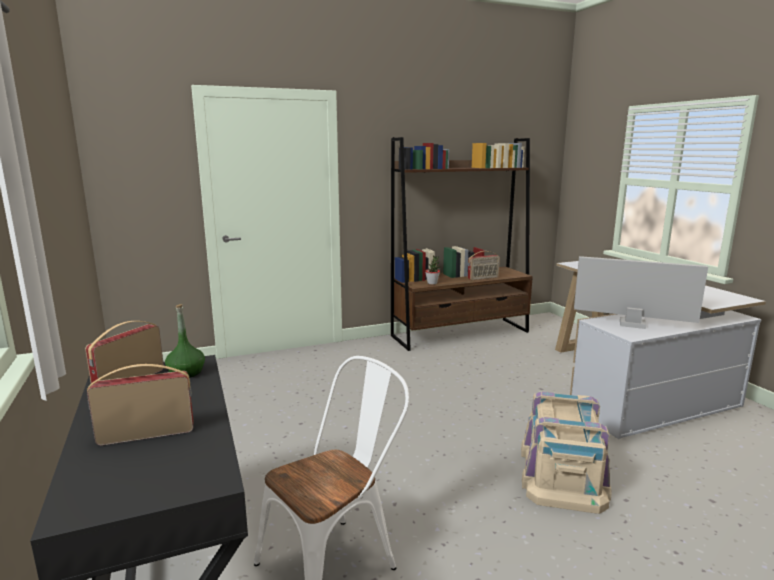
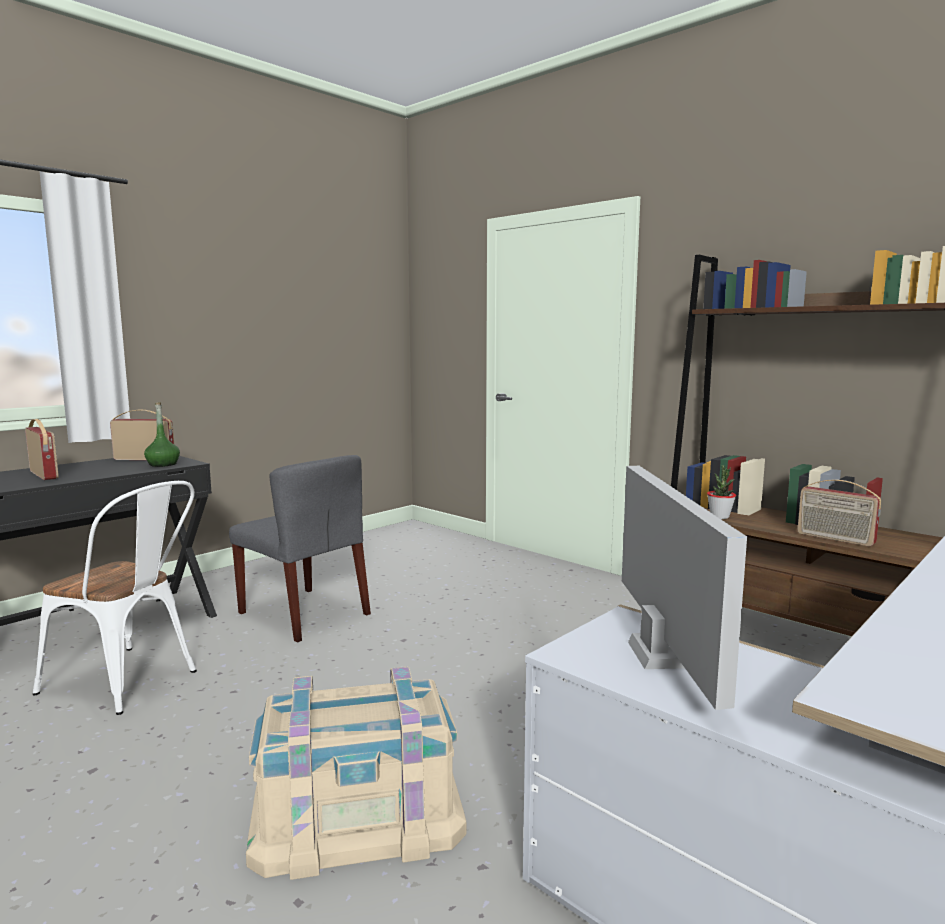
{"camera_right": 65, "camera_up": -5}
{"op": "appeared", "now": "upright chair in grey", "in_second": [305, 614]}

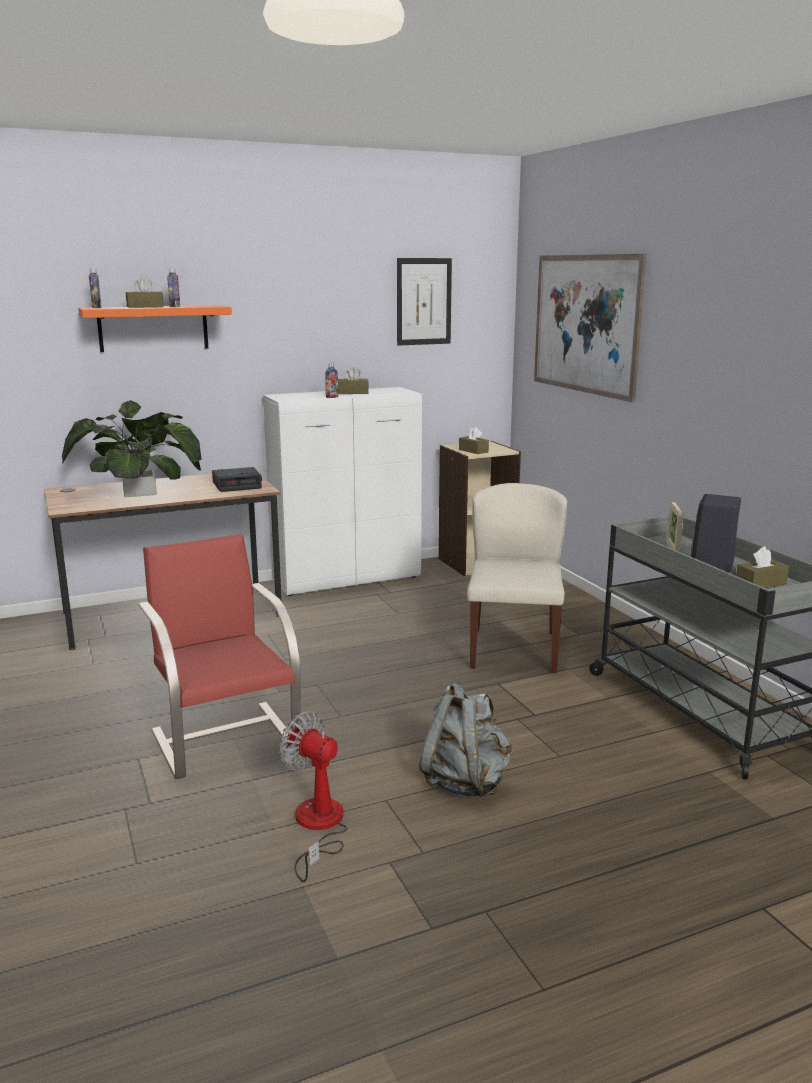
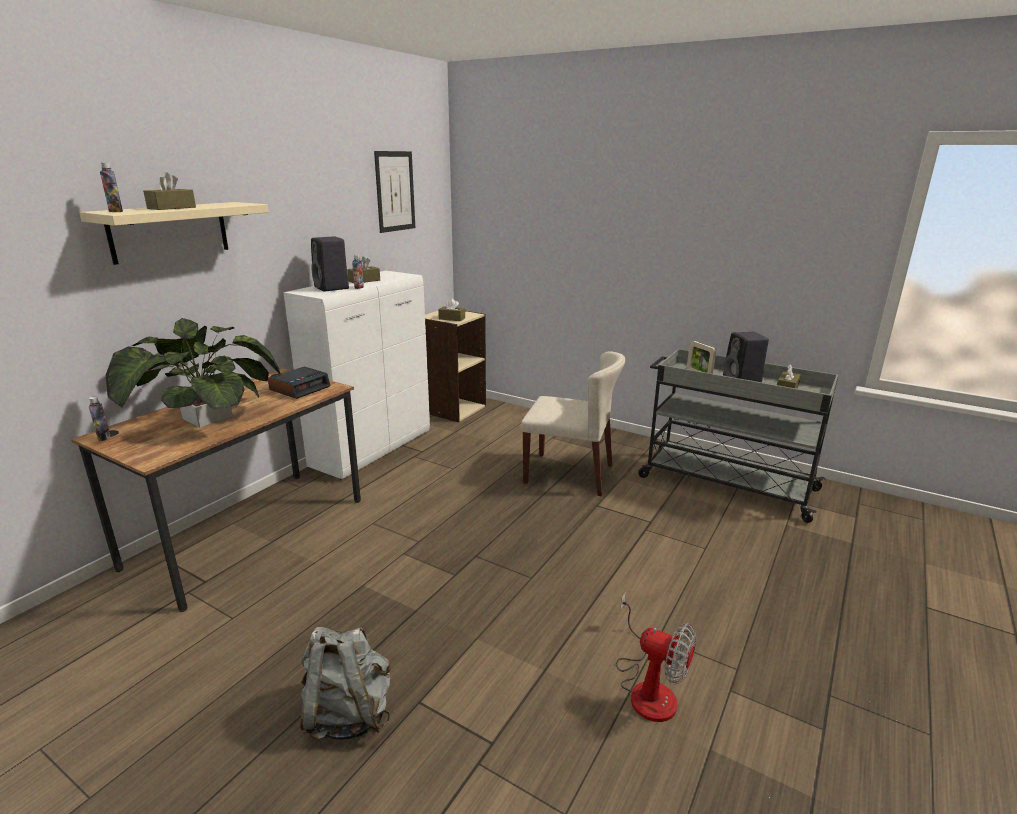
{"camera_right": -35, "camera_up": 5}
{"op": "missing", "was": "wall picture", "in_first": [585, 324]}
{"op": "relocated", "was": "drink bottle", "in_first": [175, 307], "in_second": [104, 438]}
{"op": "colour", "was": "bracket shelf in orangey", "now": "bracket shelf in beige", "in_first": [153, 328], "in_second": [170, 231]}
{"op": "spun", "was": "upright chair in beige", "in_first": [513, 649], "in_second": [570, 474], "clockwise": 135}
{"op": "missing", "was": "upright chair in red", "in_first": [225, 738]}
{"op": "relocated", "was": "backpack in grey", "in_first": [465, 782], "in_second": [348, 714]}
{"op": "spun", "was": "fan", "in_first": [318, 827], "in_second": [647, 688], "clockwise": -150}
{"op": "appeared", "now": "loudspeaker in black-coloured", "in_second": [332, 288]}

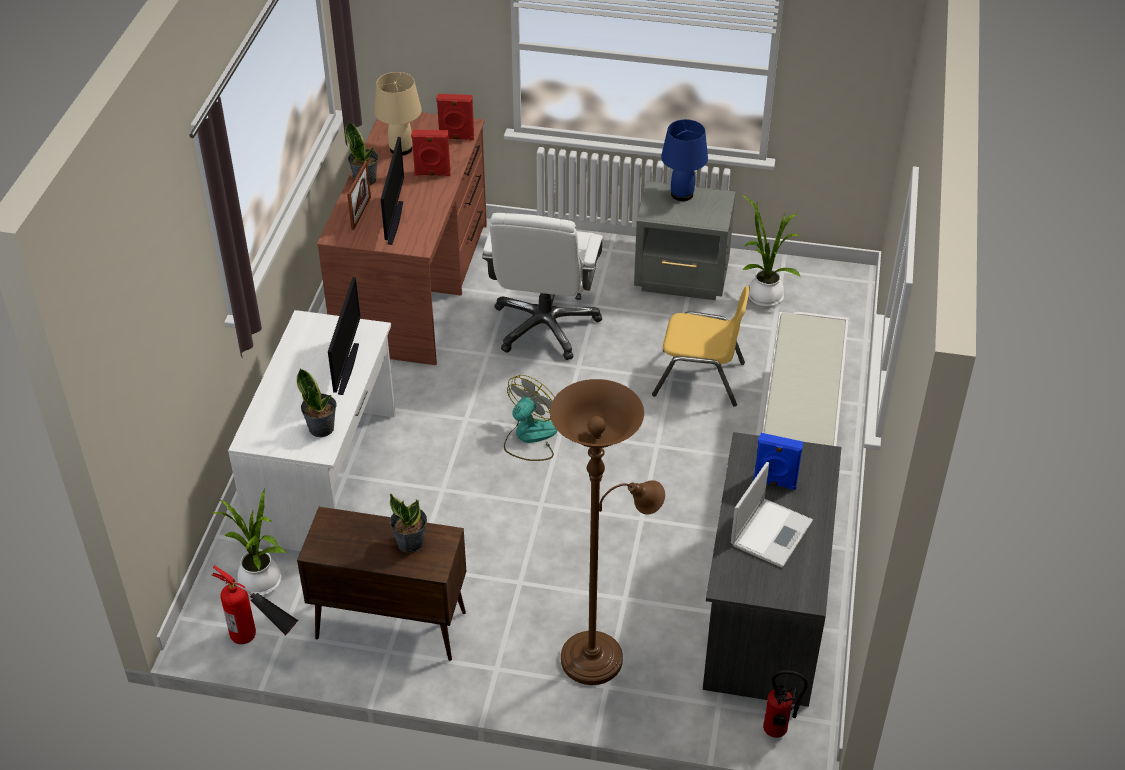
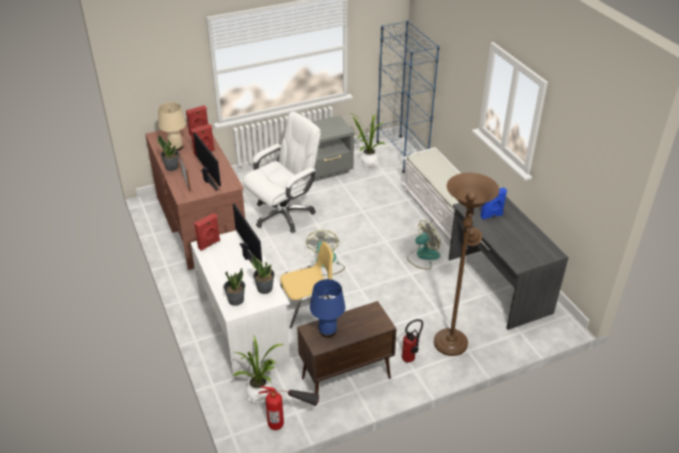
{"camera_right": -35, "camera_up": -5}
{"op": "relocated", "was": "lamp for a table in blue-coloured", "in_first": [682, 194], "in_second": [328, 331]}
{"op": "spun", "was": "office chair in whitish", "in_first": [545, 326], "in_second": [284, 214], "clockwise": -105}
{"op": "relocated", "was": "upright chair in yellow", "in_first": [699, 379], "in_second": [307, 307]}
{"op": "missing", "was": "portable computer", "in_first": [772, 531]}
{"op": "relocated", "was": "plant in a pot", "in_first": [410, 542], "in_second": [235, 300]}
{"op": "relocated", "was": "fire-fighting cylinder", "in_first": [778, 732], "in_second": [410, 359]}
{"op": "appeared", "now": "bookcase in blue-coloured", "in_second": [402, 154]}
{"op": "appeared", "now": "loudspeaker in red", "in_second": [209, 244]}
{"op": "appeared", "now": "fan", "in_second": [423, 256]}

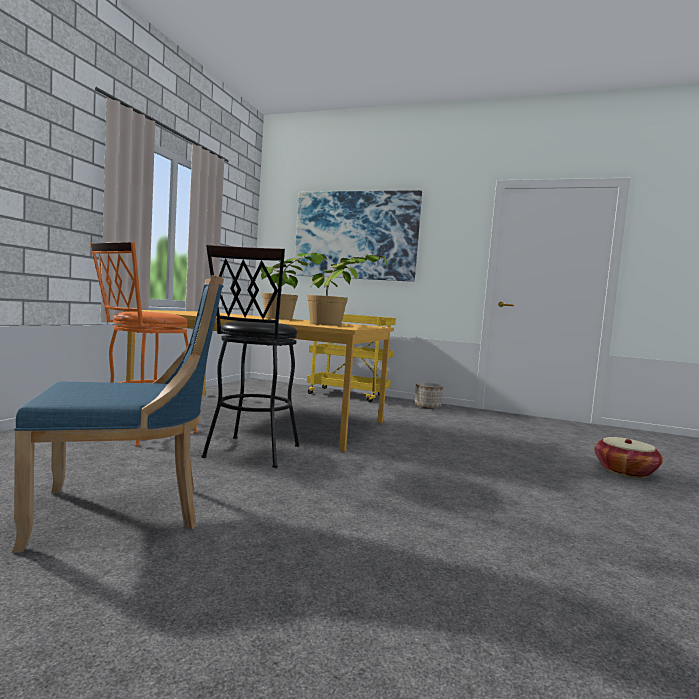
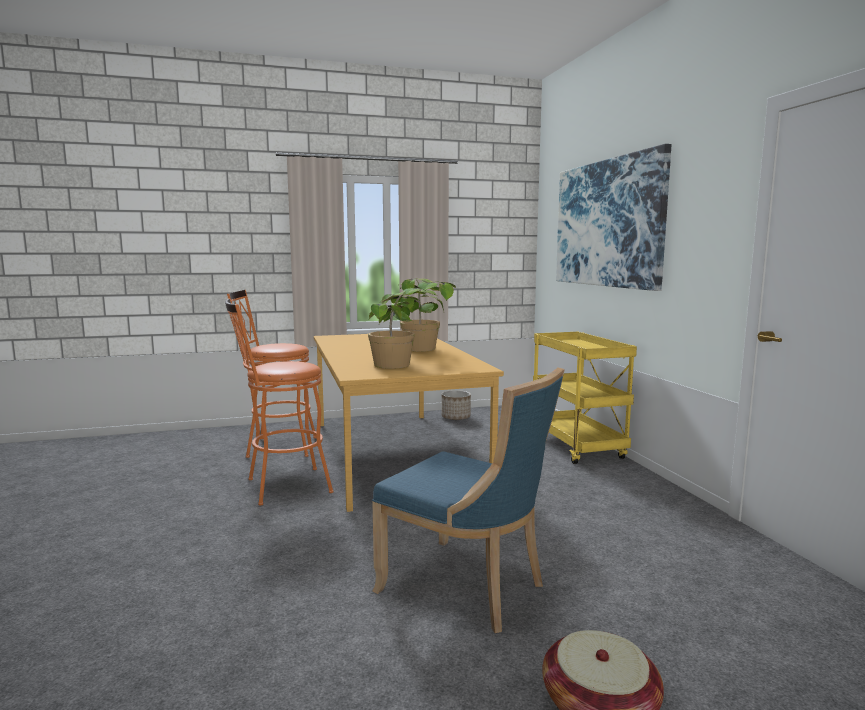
{"camera_right": 55, "camera_up": 5}
{"op": "colour", "was": "stool seat in black-coloured", "now": "stool seat in orangey", "in_first": [249, 453], "in_second": [281, 487]}
{"op": "relocated", "was": "upright chair in blue-coloured", "in_first": [126, 512], "in_second": [468, 587]}
{"op": "relocated", "was": "planter", "in_first": [427, 407], "in_second": [456, 417]}

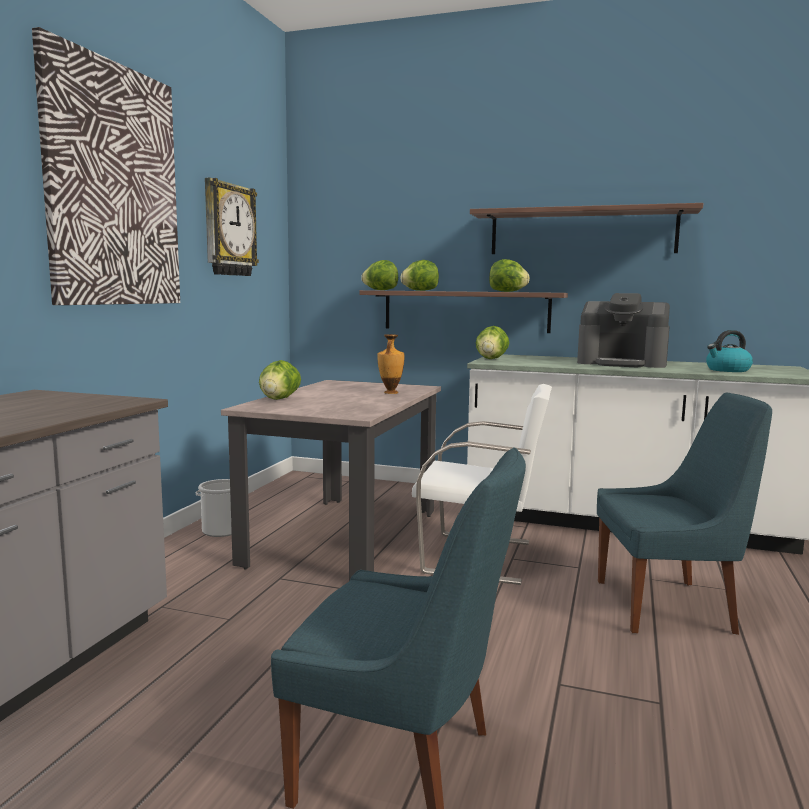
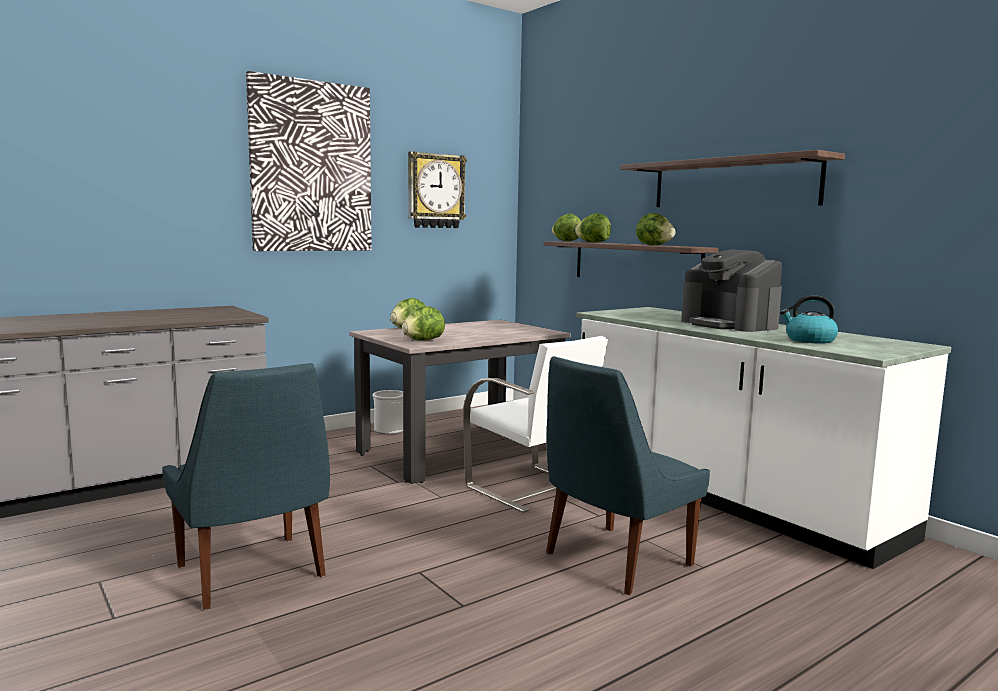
{"camera_right": 35, "camera_up": 0}
{"op": "relocated", "was": "lettuce", "in_first": [491, 359], "in_second": [423, 340]}
{"op": "missing", "was": "decorative vase", "in_first": [390, 393]}
{"op": "spun", "was": "upright chair in blue-coloured", "in_first": [669, 606], "in_second": [614, 561], "clockwise": 105}

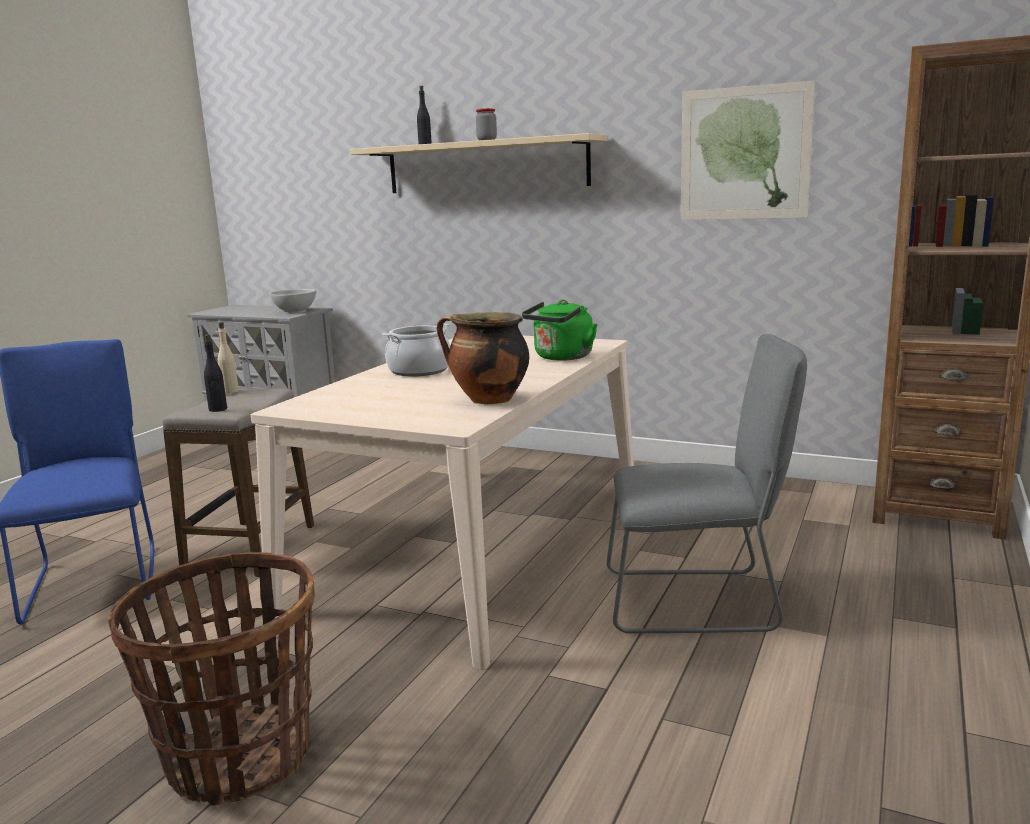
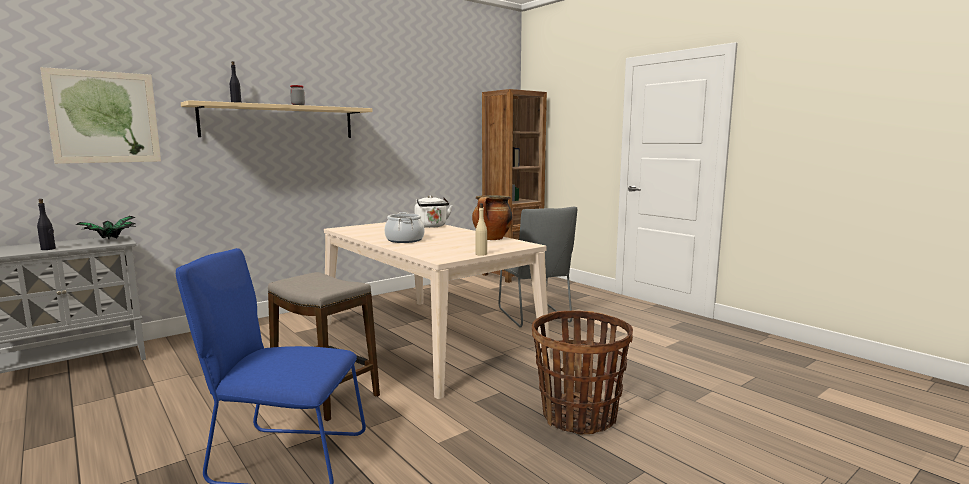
{"camera_right": -65, "camera_up": -5}
{"op": "relocated", "was": "wall picture", "in_first": [744, 154], "in_second": [104, 117]}
{"op": "exchanged", "was": "serving bowl in whitish", "now": "plant in a pot", "in_first": [295, 312], "in_second": [109, 240]}
{"op": "colour", "was": "water kettle in green-coloured", "now": "water kettle in whitish", "in_first": [561, 357], "in_second": [431, 226]}
{"op": "relocated", "was": "drink bottle in beige", "in_first": [230, 391], "in_second": [481, 254]}
{"op": "relocated", "was": "drink bottle in black-coloured", "in_first": [218, 409], "in_second": [48, 249]}
{"op": "spun", "was": "upright chair in grey", "in_first": [698, 601], "in_second": [535, 317], "clockwise": 135}

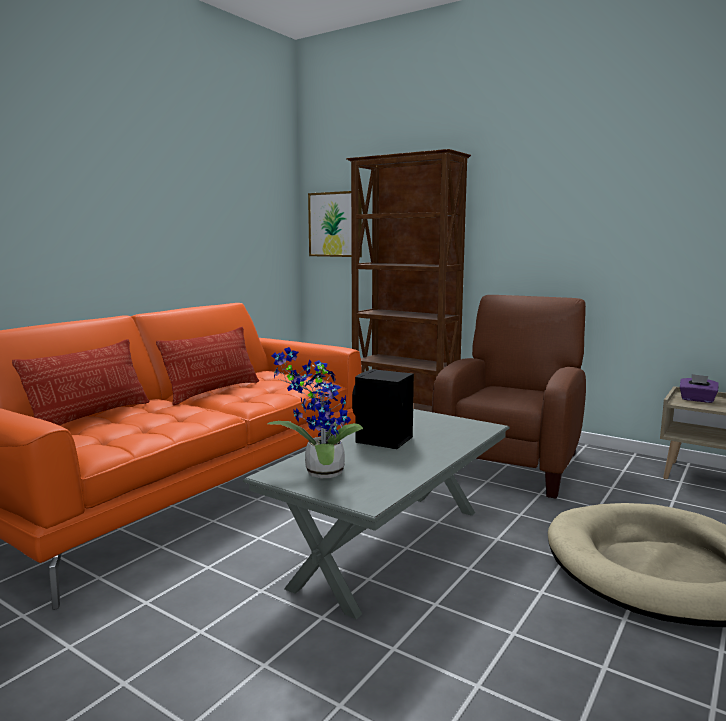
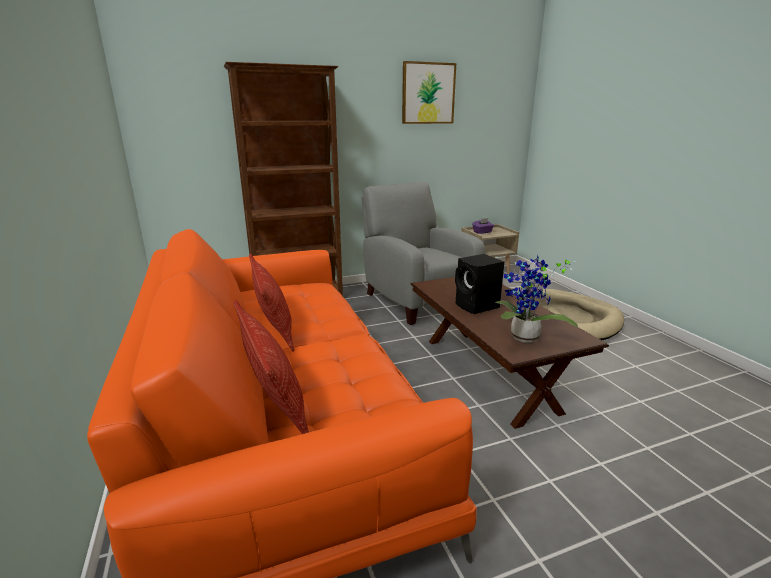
{"camera_right": -55, "camera_up": 10}
{"op": "relocated", "was": "wall picture", "in_first": [335, 224], "in_second": [428, 93]}
{"op": "colour", "was": "easy chair in brownish", "now": "easy chair in grey", "in_first": [512, 463], "in_second": [416, 299]}
{"op": "colour", "was": "low table in grey", "now": "low table in brownish", "in_first": [391, 545], "in_second": [487, 373]}

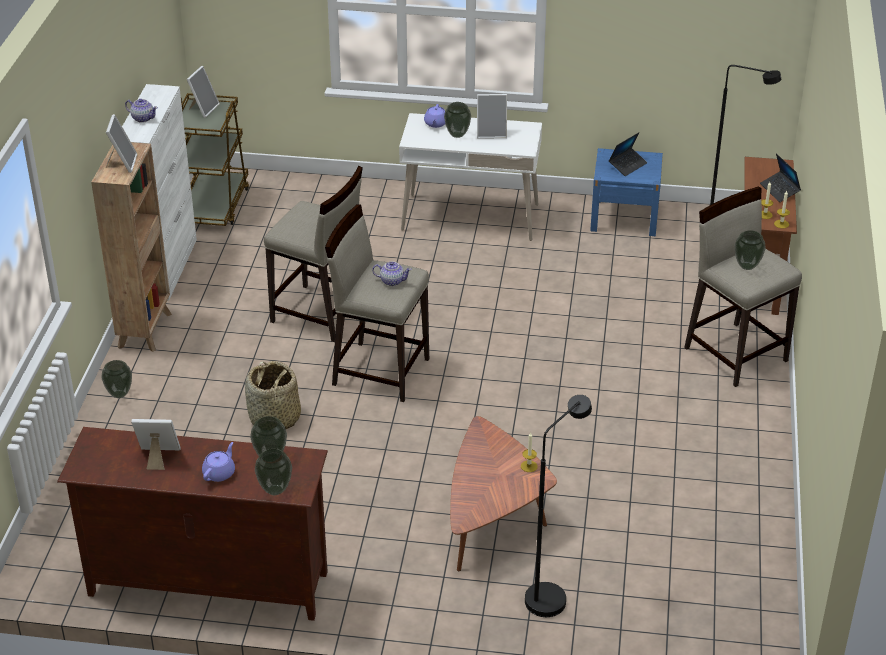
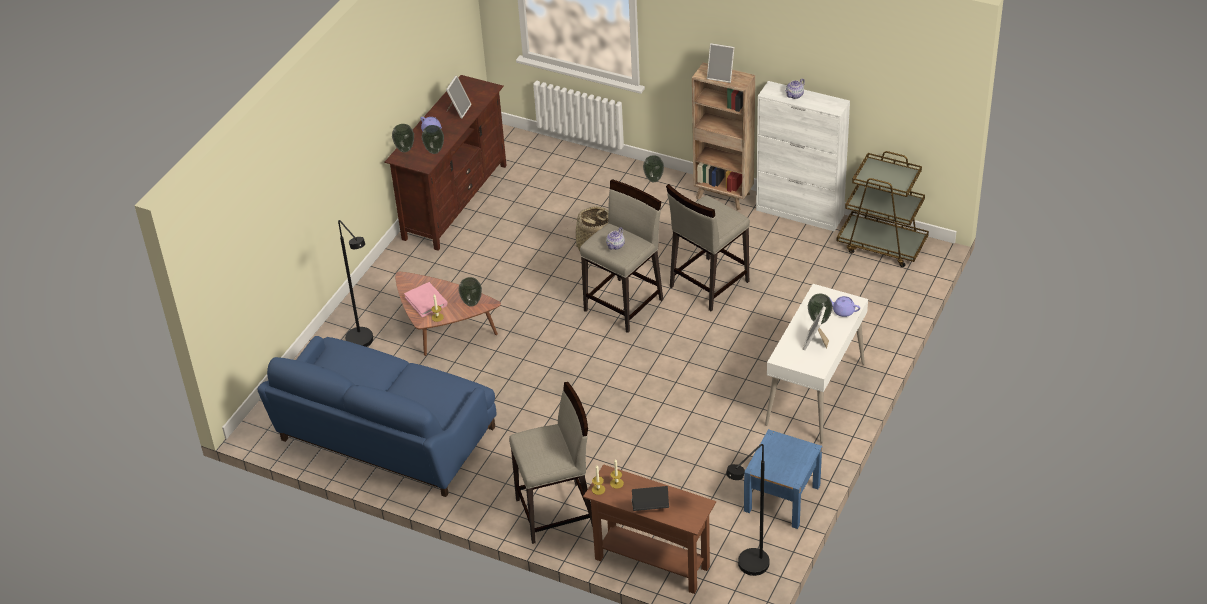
{"camera_right": 110, "camera_up": 5}
{"op": "missing", "was": "picture frame", "in_first": [203, 109]}
{"op": "missing", "was": "portable computer", "in_first": [627, 165]}
{"op": "relocated", "was": "decorative vase", "in_first": [746, 266], "in_second": [471, 303]}
{"op": "appeared", "now": "bound book in pinkish", "in_second": [426, 301]}
{"op": "appeared", "now": "settee in blue-coloured", "in_second": [385, 436]}

